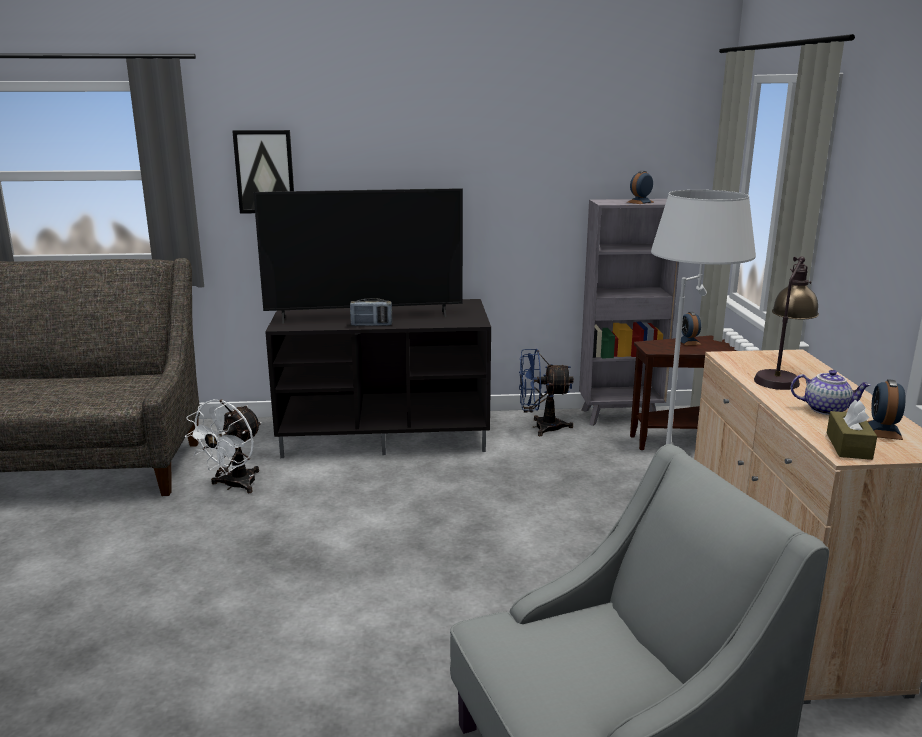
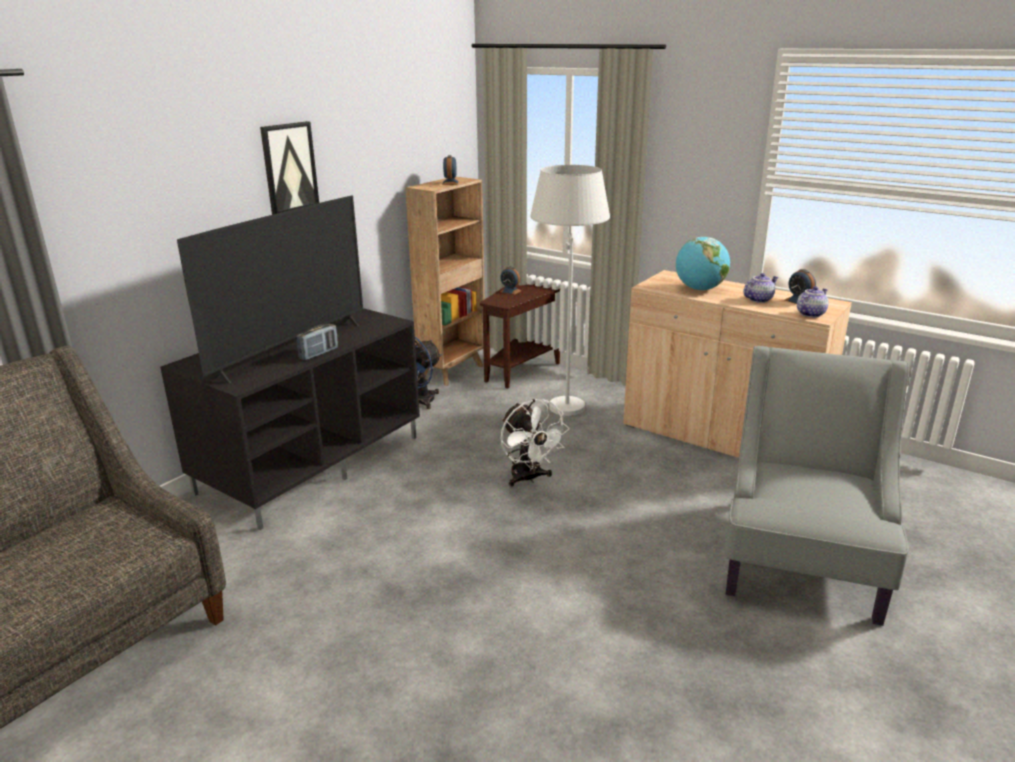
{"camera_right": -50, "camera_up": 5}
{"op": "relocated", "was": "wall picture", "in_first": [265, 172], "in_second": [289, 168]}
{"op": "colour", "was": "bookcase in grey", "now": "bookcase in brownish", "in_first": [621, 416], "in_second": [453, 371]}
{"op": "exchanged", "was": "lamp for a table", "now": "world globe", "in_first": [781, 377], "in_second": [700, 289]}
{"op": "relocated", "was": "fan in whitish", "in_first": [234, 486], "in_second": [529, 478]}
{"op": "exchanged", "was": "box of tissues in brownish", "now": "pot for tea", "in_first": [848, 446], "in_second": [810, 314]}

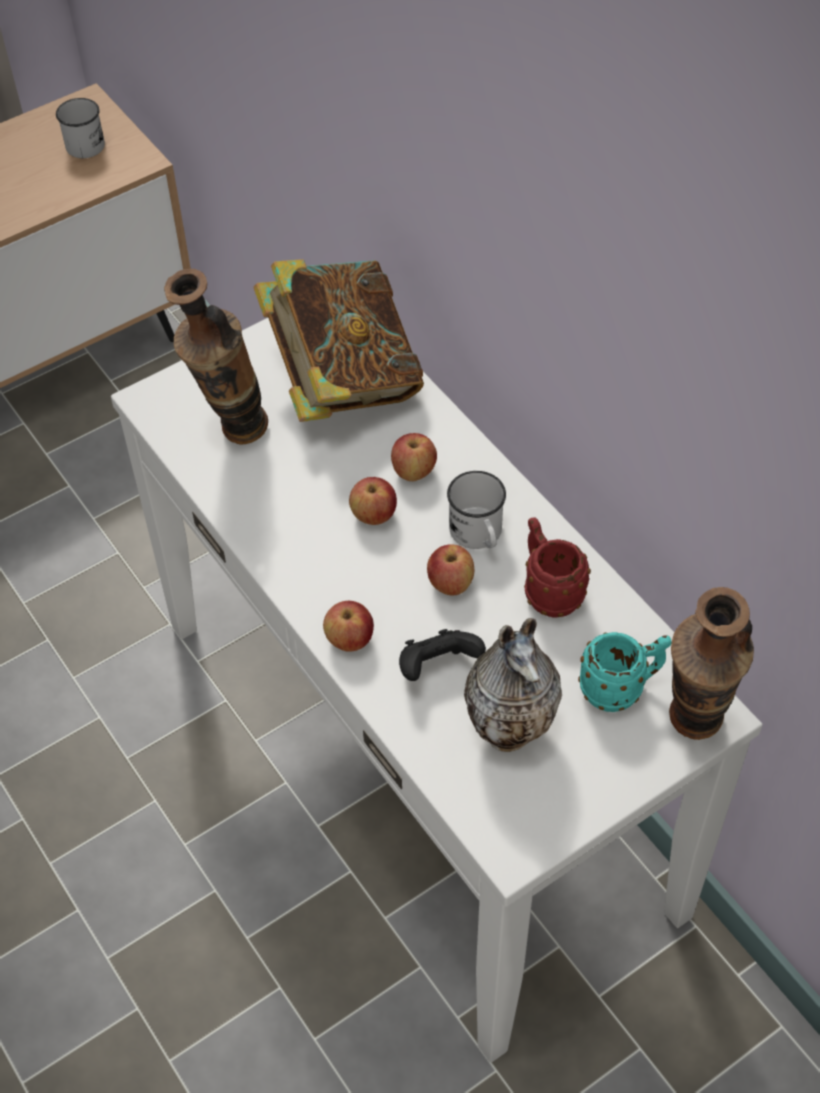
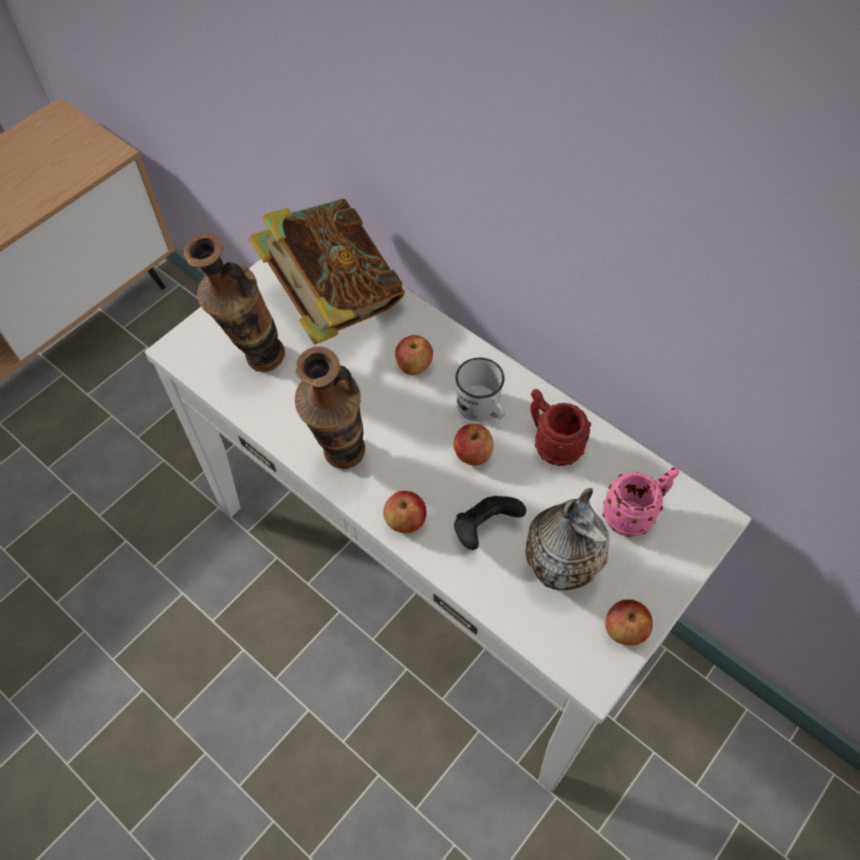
{"camera_right": -15, "camera_up": 5}
{"op": "missing", "was": "coffee mug in whitish", "in_first": [87, 141]}
{"op": "relocated", "was": "apple", "in_first": [373, 515], "in_second": [624, 630]}
{"op": "relocated", "was": "decorative vase", "in_first": [690, 733], "in_second": [342, 464]}
{"op": "colour", "was": "coffee mug in turquoise-coloured", "now": "coffee mug in pinkish", "in_first": [620, 689], "in_second": [634, 514]}

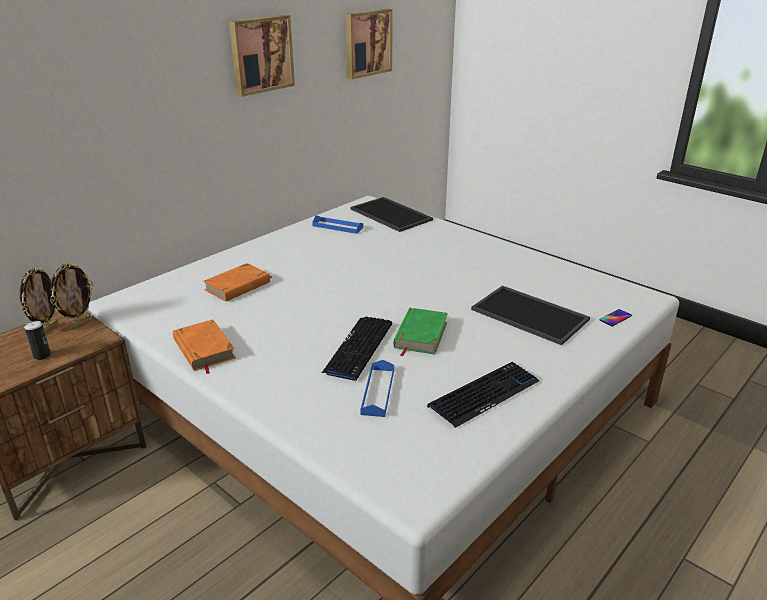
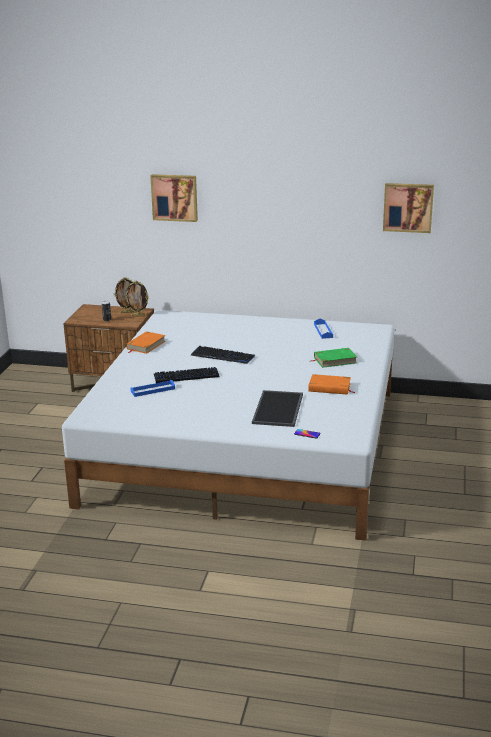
{"camera_right": 60, "camera_up": -5}
{"op": "relocated", "was": "wall picture", "in_first": [261, 54], "in_second": [175, 197]}
{"op": "missing", "was": "carrying tray", "in_first": [389, 214]}
{"op": "relocated", "was": "bound book in orangey", "in_first": [238, 286], "in_second": [329, 387]}
{"op": "relocated", "was": "bound book in green-coloured", "in_first": [420, 335], "in_second": [335, 360]}
{"op": "relocated", "was": "PC keyboard", "in_first": [484, 394], "in_second": [222, 356]}

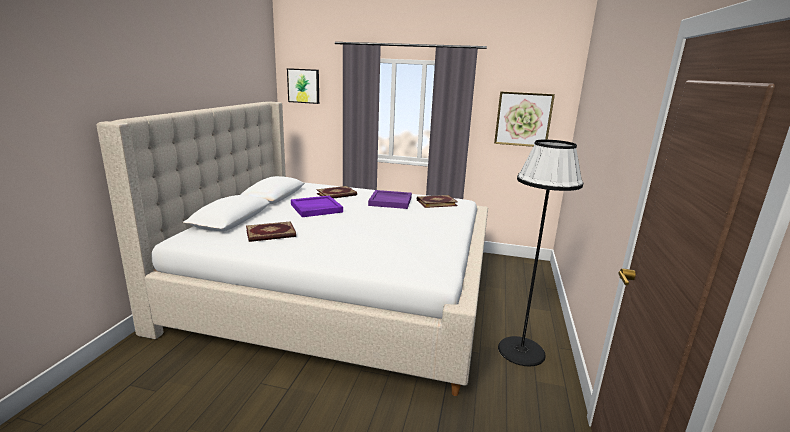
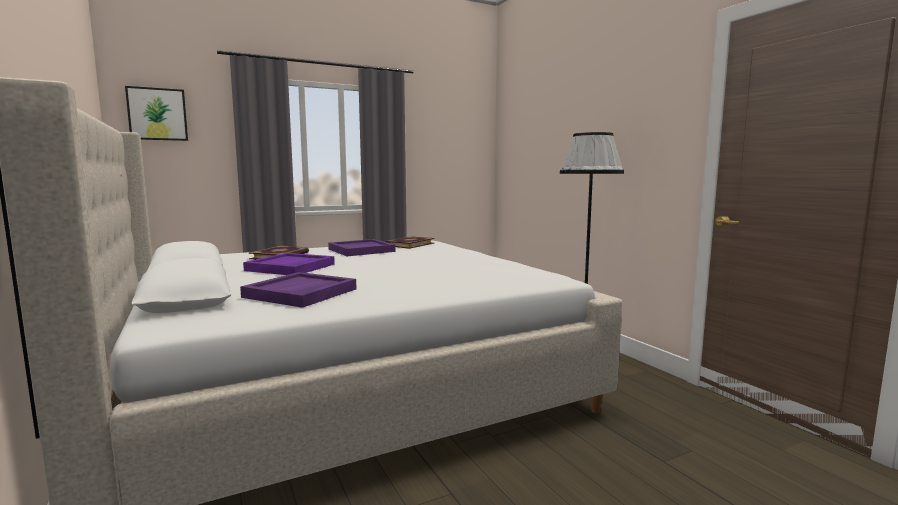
{"camera_right": -40, "camera_up": -10}
{"op": "missing", "was": "wall picture", "in_first": [523, 119]}
{"op": "exchanged", "was": "bound book", "now": "carrying tray in purple-coloured", "in_first": [271, 234], "in_second": [300, 293]}

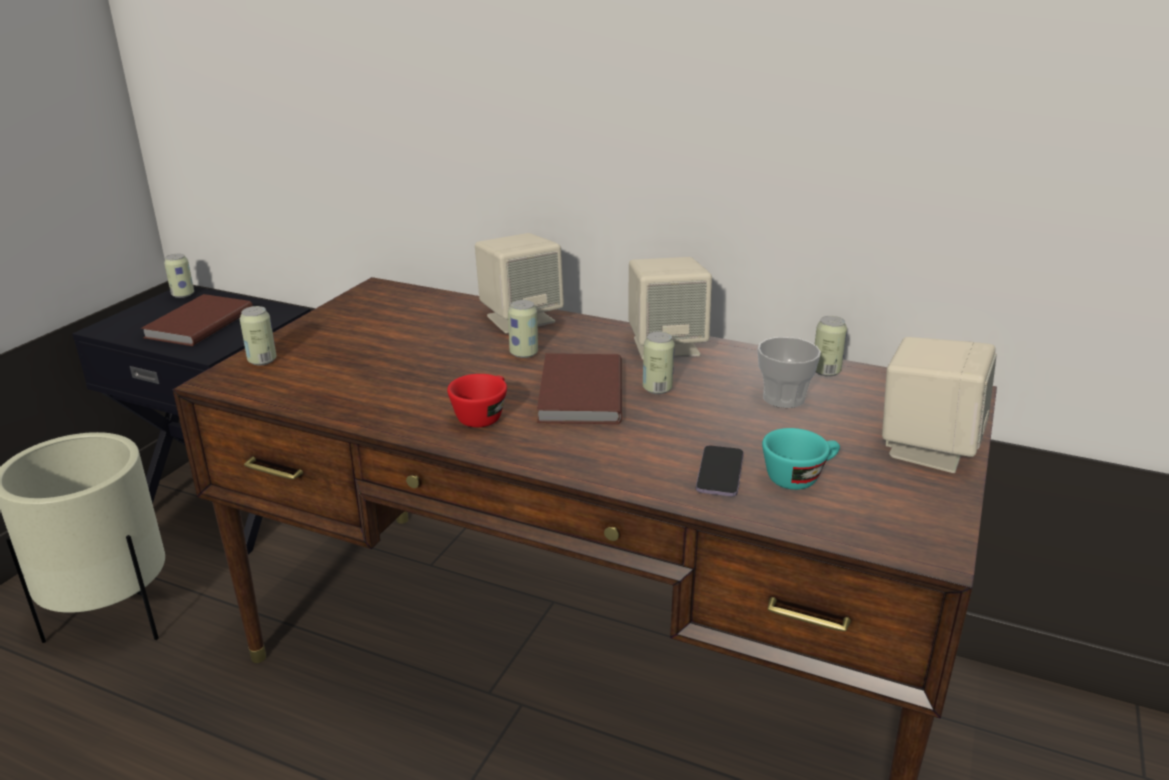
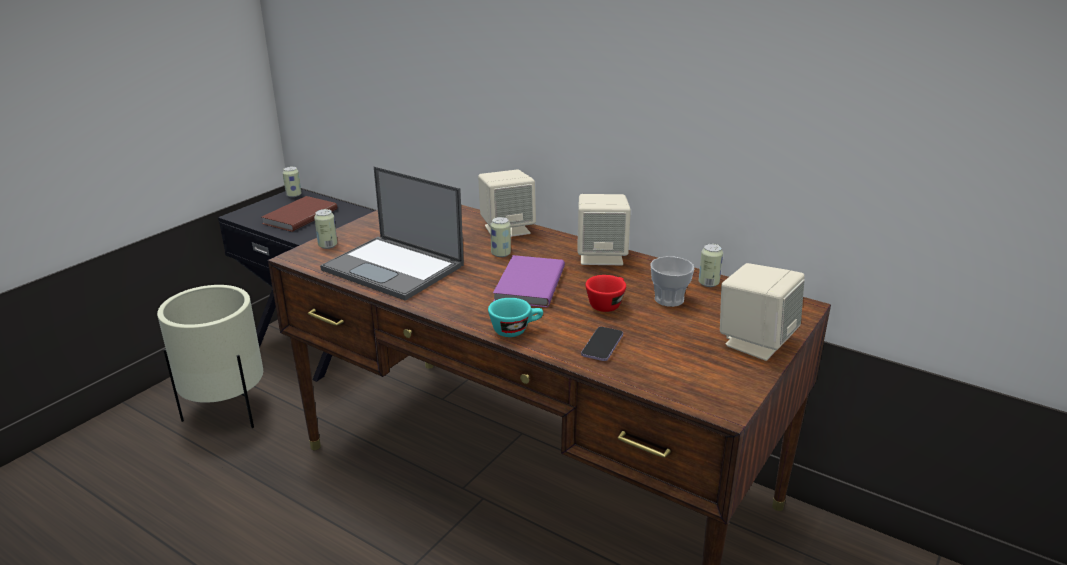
{"camera_right": 10, "camera_up": 0}
{"op": "missing", "was": "sealed can", "in_first": [657, 389]}
{"op": "colour", "was": "bound book in brownish", "now": "bound book in purple-coloured", "in_first": [578, 394], "in_second": [527, 284]}
{"op": "relocated", "was": "small cup in red", "in_first": [482, 415], "in_second": [607, 304]}
{"op": "relocated", "was": "small cup in turquoise-coloured", "in_first": [799, 477], "in_second": [516, 330]}
{"op": "appeared", "now": "portable computer", "in_second": [395, 268]}

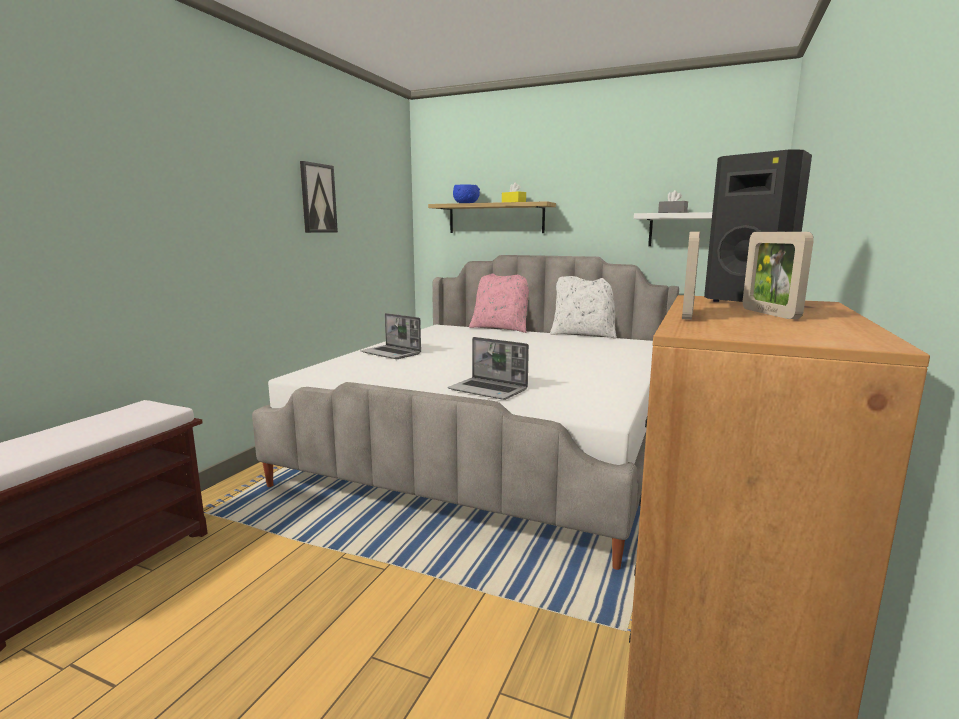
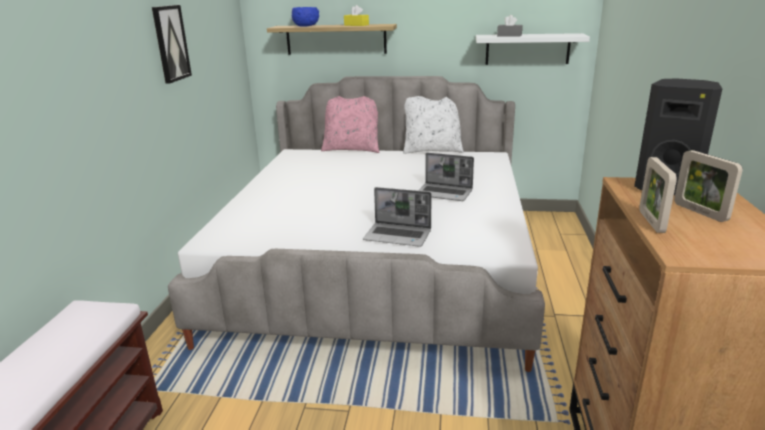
{"camera_right": -15, "camera_up": 10}
{"op": "relocated", "was": "portable computer", "in_first": [392, 353], "in_second": [444, 193]}

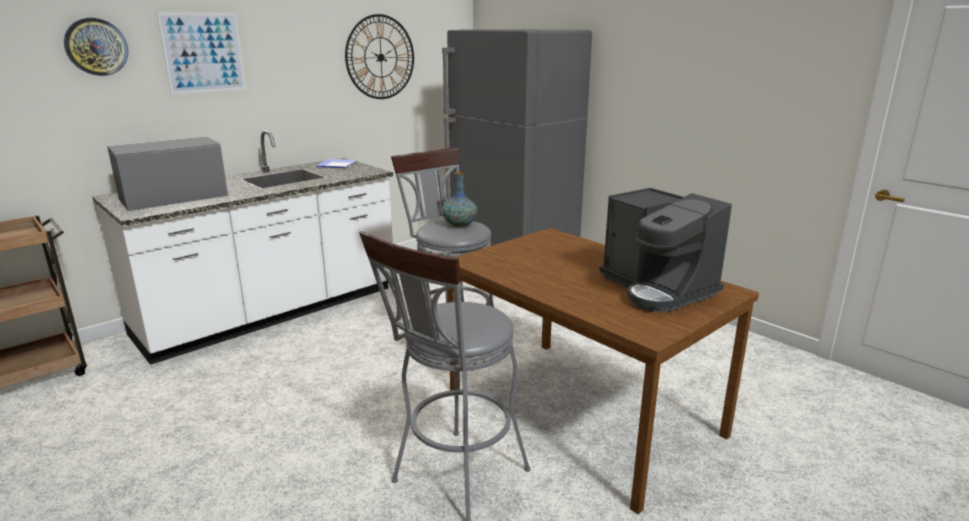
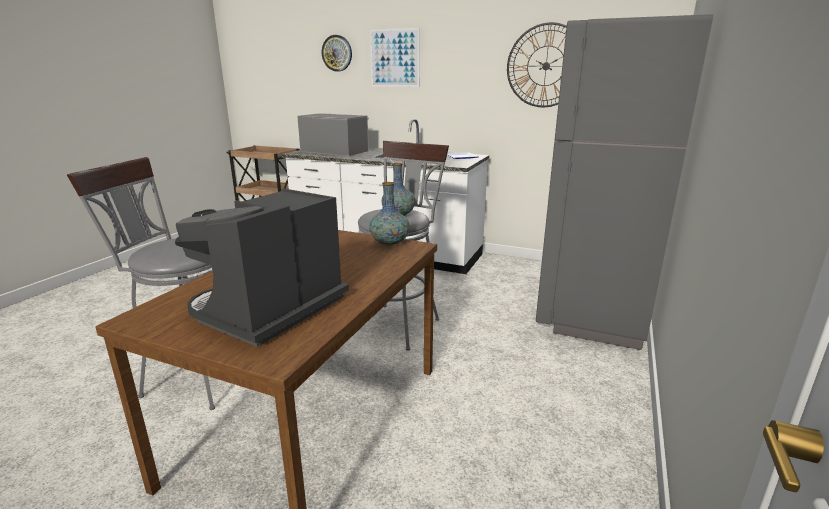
{"camera_right": 65, "camera_up": 0}
{"op": "appeared", "now": "decorative vase", "in_second": [389, 242]}

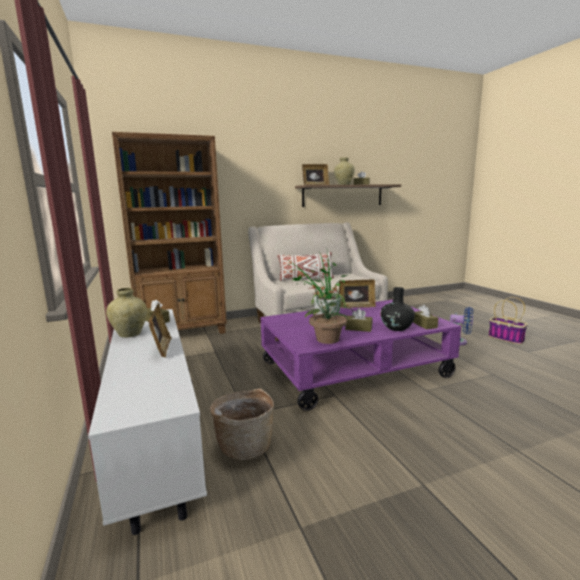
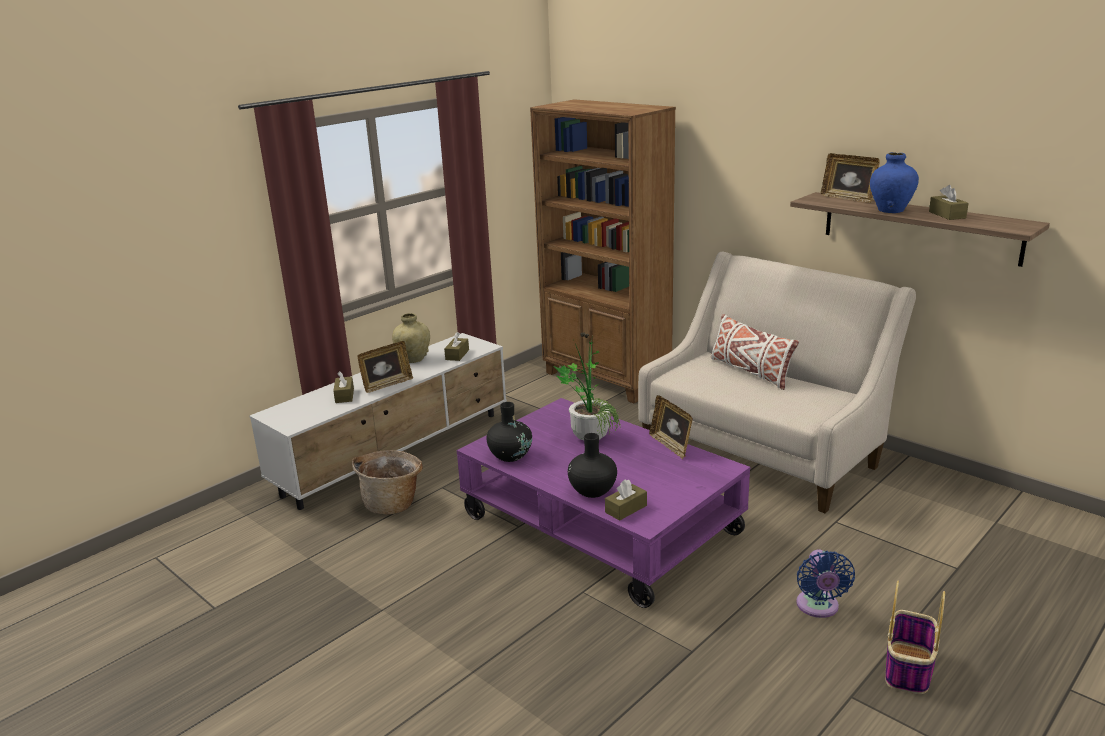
{"camera_right": 65, "camera_up": 10}
{"op": "colour", "was": "decorative vase in beige", "now": "decorative vase in blue-coloured", "in_first": [344, 184], "in_second": [890, 210]}
{"op": "exchanged", "was": "plant in a pot", "now": "decorative vase in black-coloured", "in_first": [328, 340], "in_second": [510, 455]}
{"op": "relocated", "was": "box of tissues in brownish", "in_first": [358, 328], "in_second": [344, 395]}

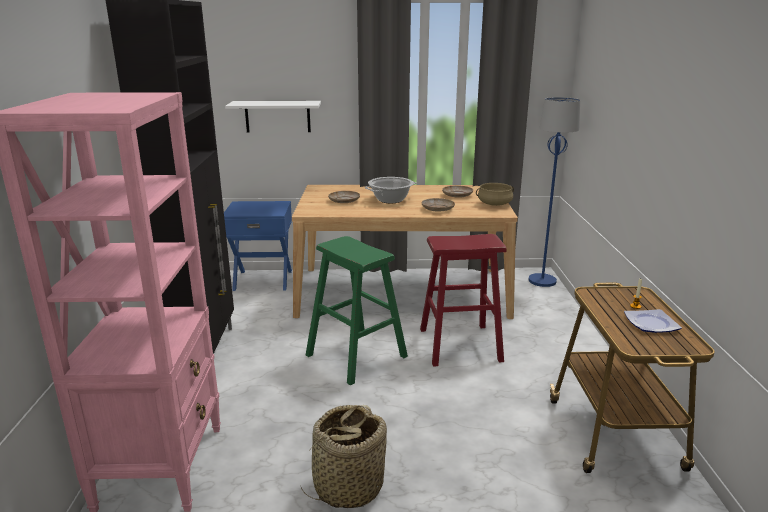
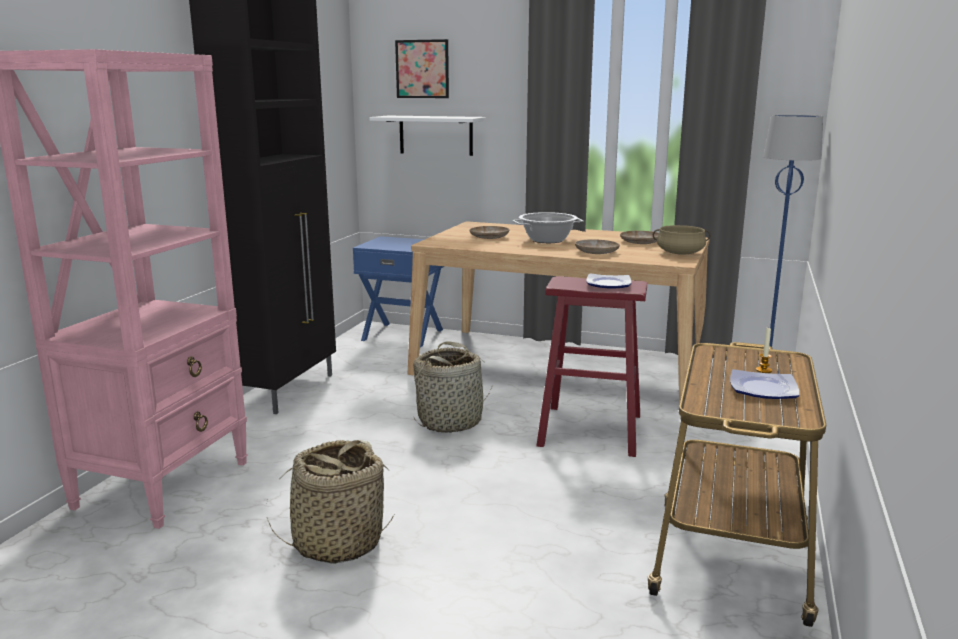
{"camera_right": 20, "camera_up": -5}
{"op": "exchanged", "was": "stool seat in green-coloured", "now": "storage basket", "in_first": [356, 356], "in_second": [450, 421]}
{"op": "appeared", "now": "wall picture", "in_second": [422, 69]}
{"op": "appeared", "now": "plate", "in_second": [607, 284]}

